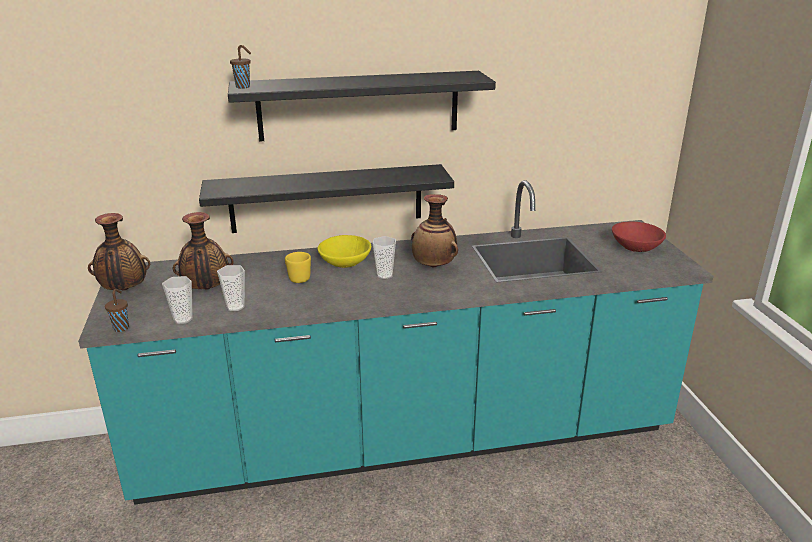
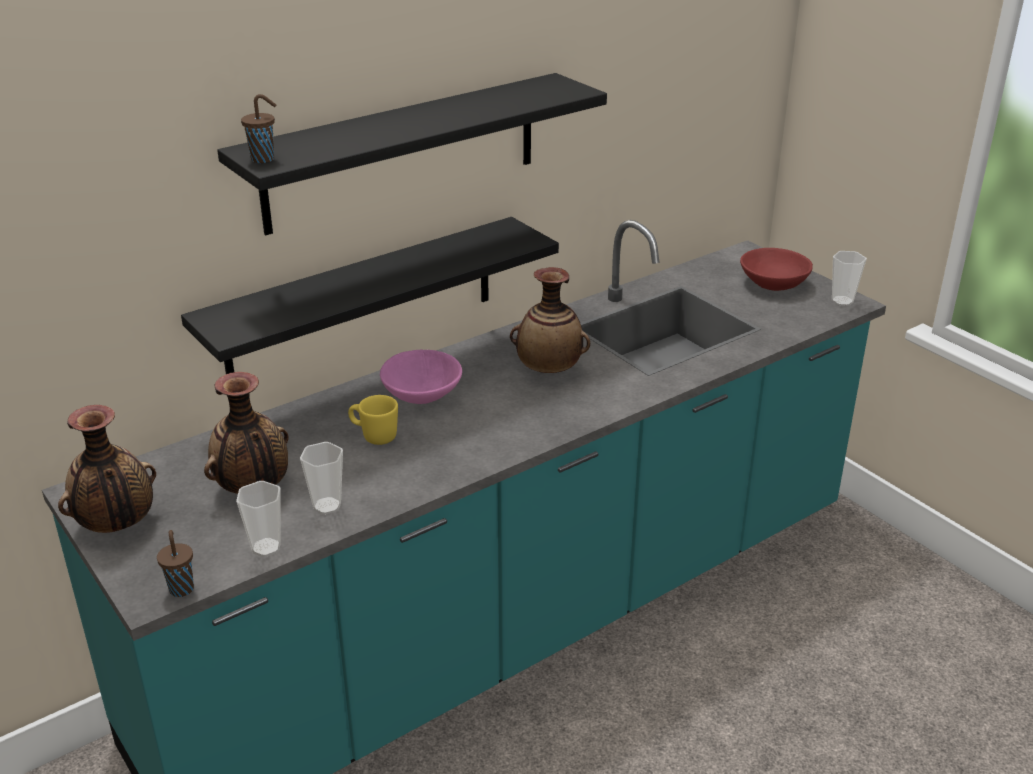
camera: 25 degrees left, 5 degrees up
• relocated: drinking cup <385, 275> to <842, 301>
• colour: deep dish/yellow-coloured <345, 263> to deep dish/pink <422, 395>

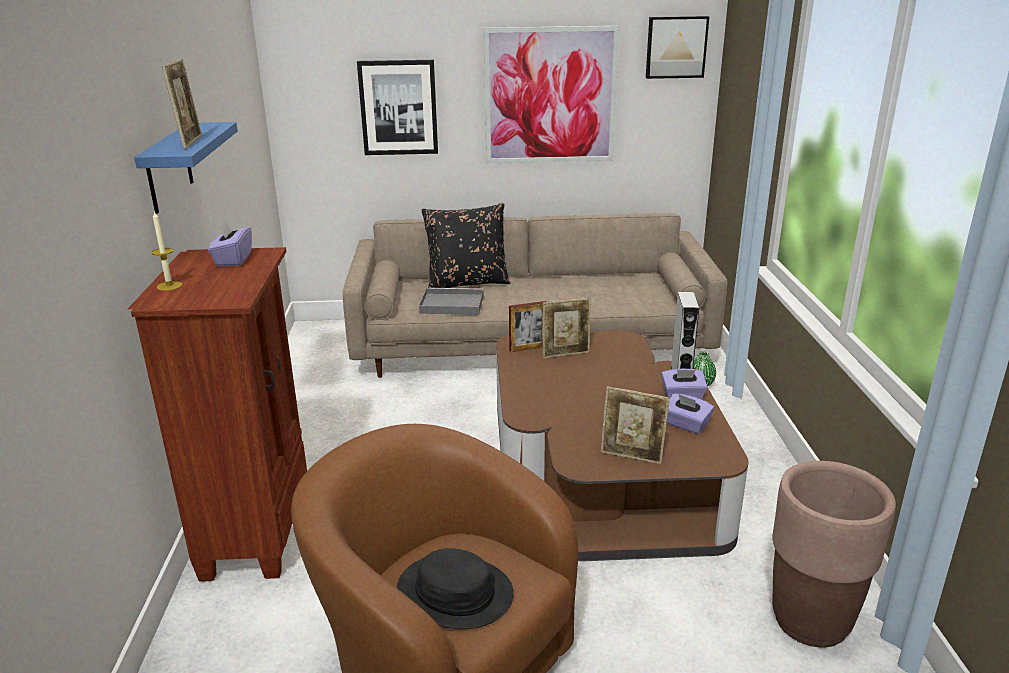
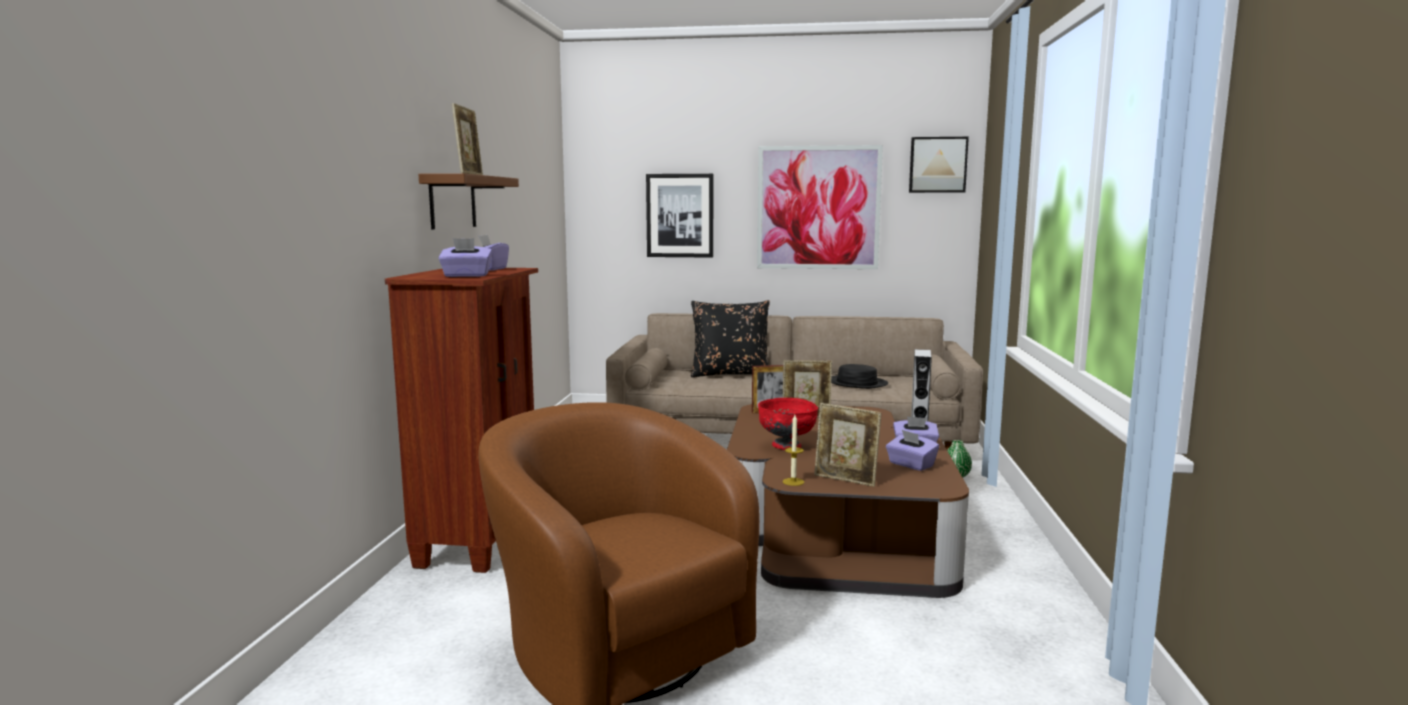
camera: 10 degrees right, 15 degrees down
• missing: tray/grey <450, 304>
• missing: planter/brown-coloured <811, 621>
• appeared: tissue holder/purple <466, 276>
• appeared: deep dish/red-coloured <786, 446>
• relocated: wax light <169, 286> to <793, 482>
• relocated: wearable hat/black <454, 593> to <857, 383>
• colour: bracket shelf/blue-coloured <169, 168> to bracket shelf/brown-coloured <452, 202>

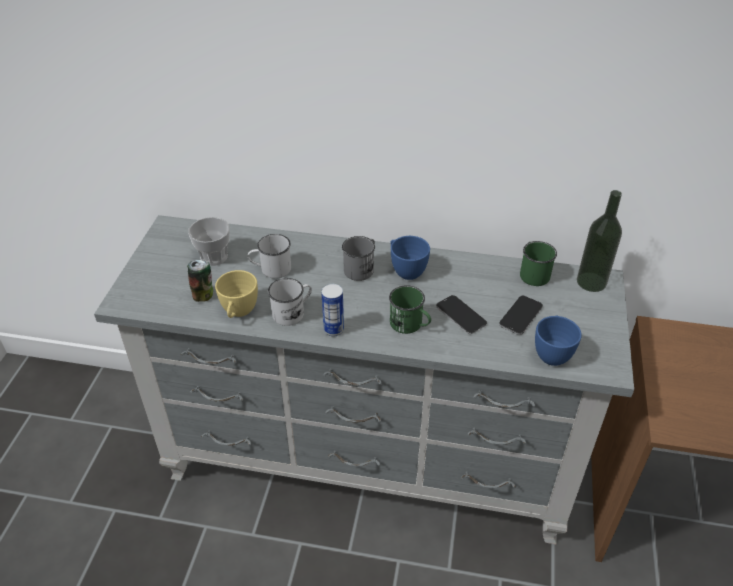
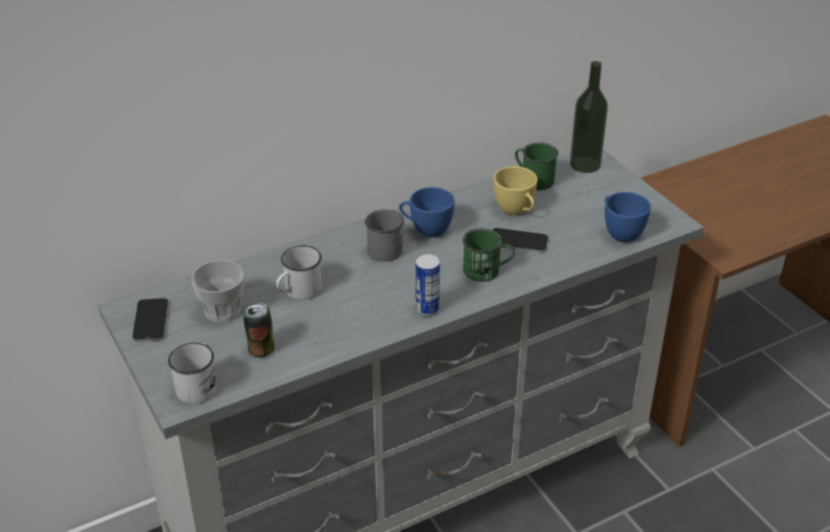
camera: 40 degrees left, 5 degrees down
• relocated: drinking cup/yellow-coloured <238, 312> to <516, 211>
• relocated: tea mug/white <293, 312> to <199, 385>
• relocated: phone <520, 316> to <151, 321>

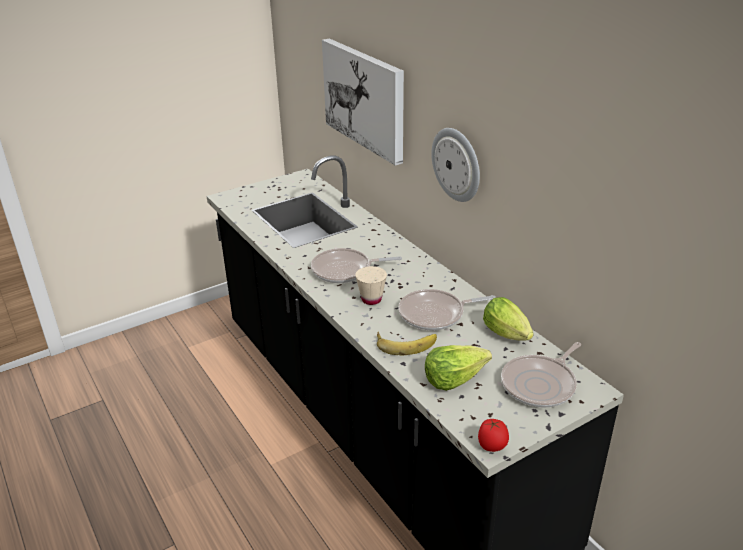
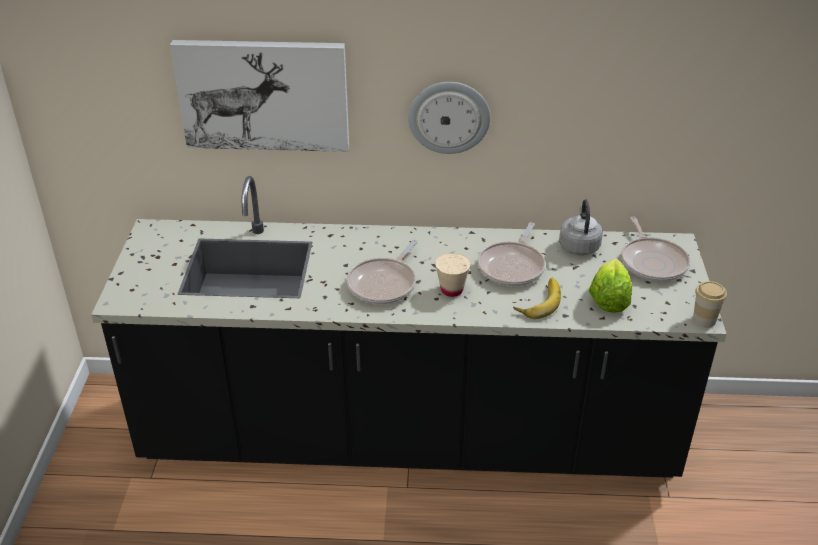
camera: 55 degrees left, 5 degrees up
• exchanged: fresh tomato <492, 446> to drinking cup <704, 320>
• exchanged: lettuce head <508, 335> to tea kettle/grey <579, 245>

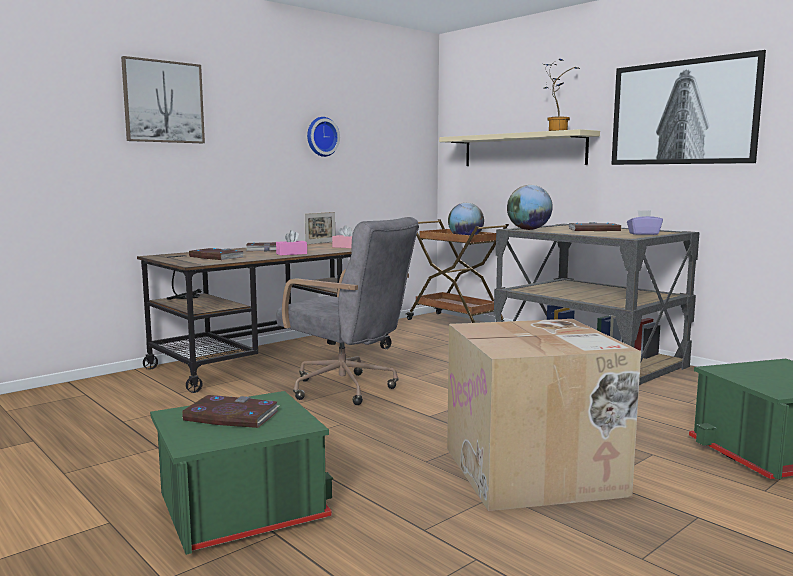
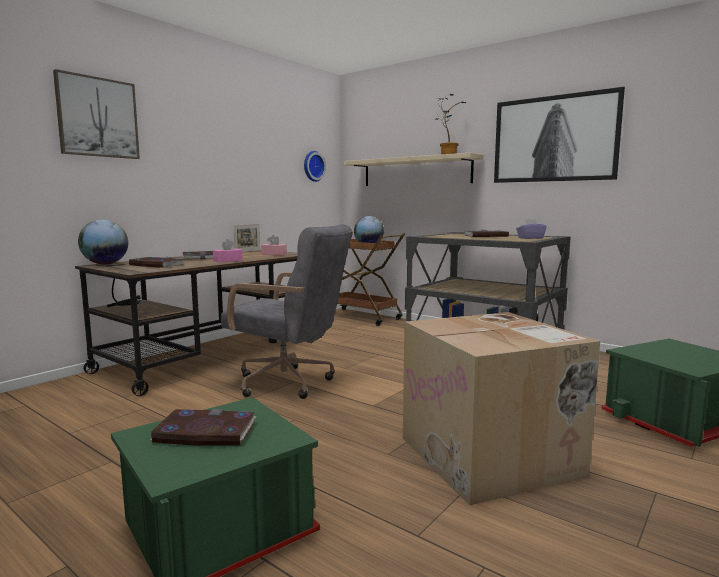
camera: 10 degrees left, 0 degrees up
• relocated: clock on the wall <321, 136> to <312, 166>
• relocated: desk globe <528, 229> to <105, 264>

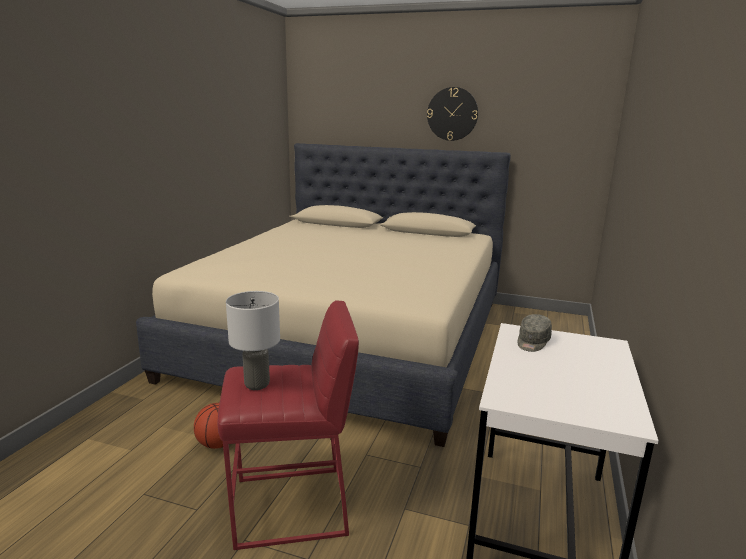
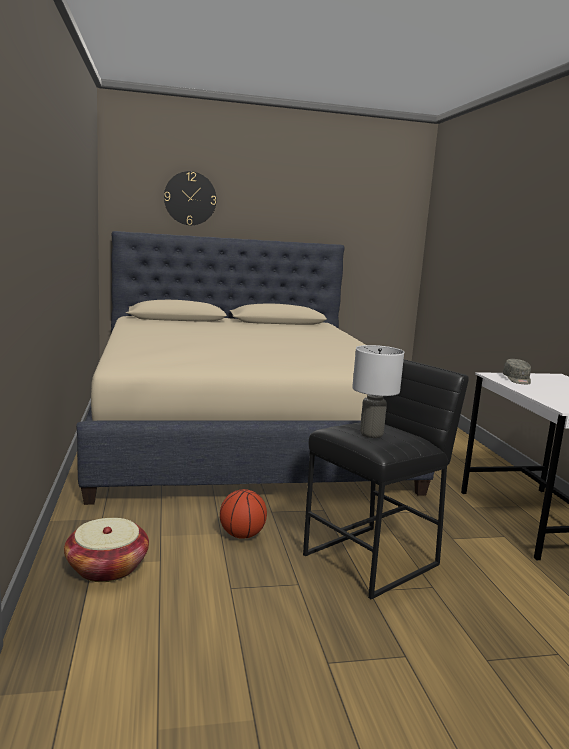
camera: 30 degrees left, 5 degrees down
• appeared: basket <107, 567>
• relocated: clock on the wall <452, 114> to <190, 198>
• colour: stool seat/red-coloured <293, 506> to stool seat/black <372, 559>

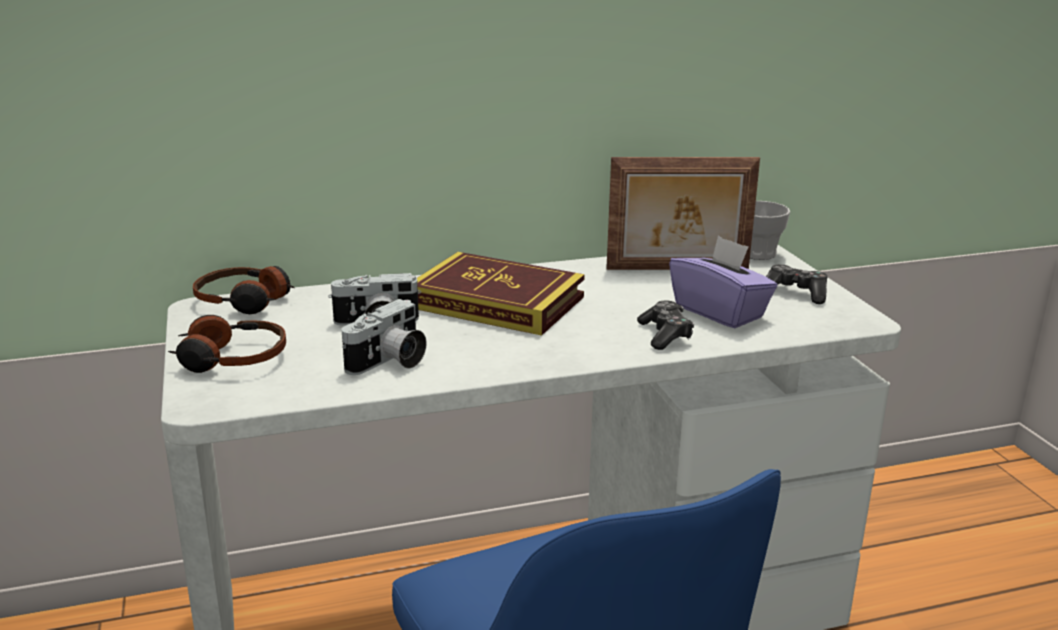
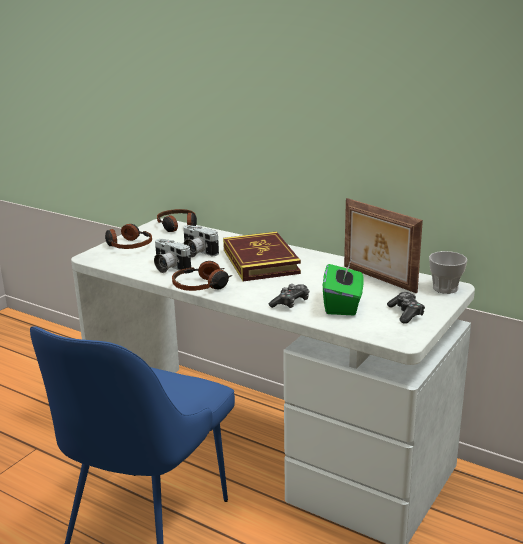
camera: 50 degrees right, 0 degrees up
• appeared: pair of headphones <202, 286>
• colour: tissue holder/purple <720, 312> to tissue holder/green-coloured <342, 305>
• spun: still camera <389, 362> = <168, 267> 45 degrees clockwise

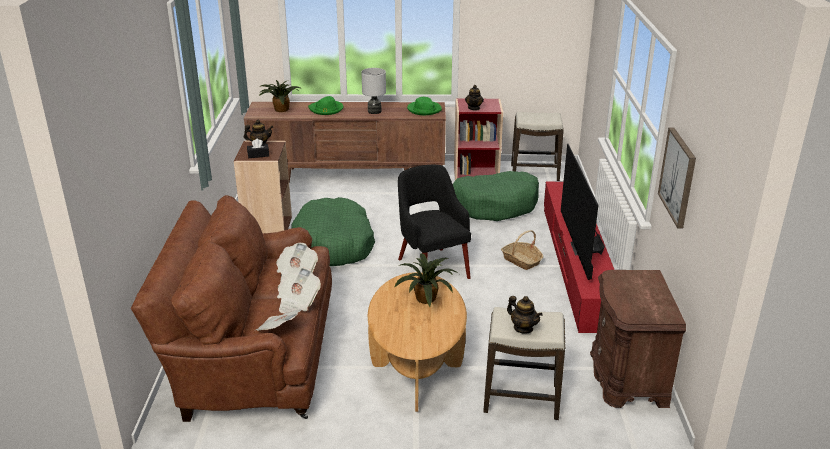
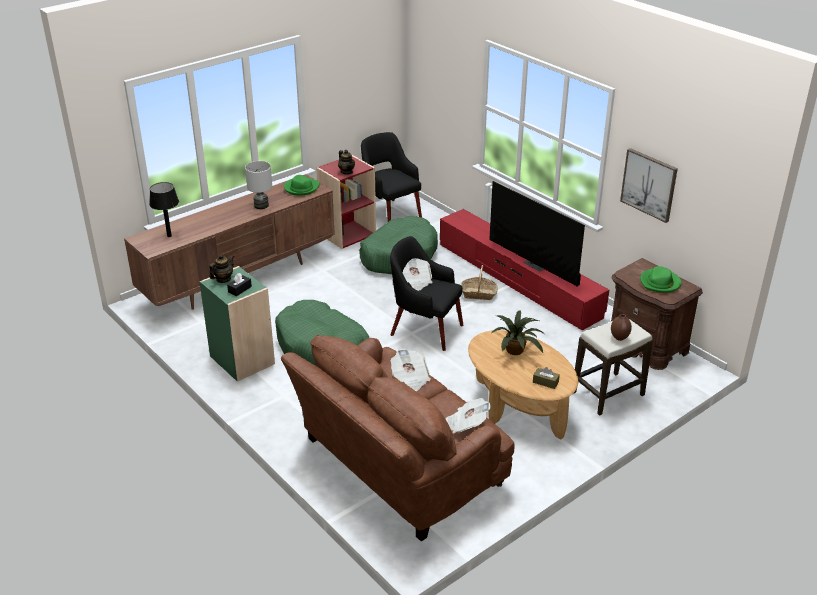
camera: 40 degrees left, 5 degrees up
• appeared: tissue holder/brown-coloured <545, 382>
• relocated: daily paper <297, 302> to <415, 281>
• relocated: wearable hat/green-coloured <326, 109> to <660, 283>
• exchanged: potted plant <280, 109> to tabletop lamp/black <169, 236>
• exchanged: teapot <523, 328> to flower vase/brown-coloured <619, 338>
• exchanged: stool seat <535, 173> to armchair/black <390, 213>
• colour: bookshelf/brown-coloured <267, 228> to bookshelf/green-coloured <241, 360>

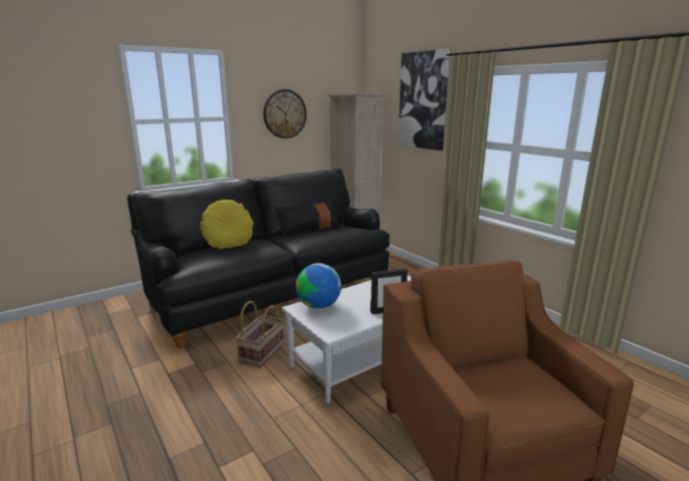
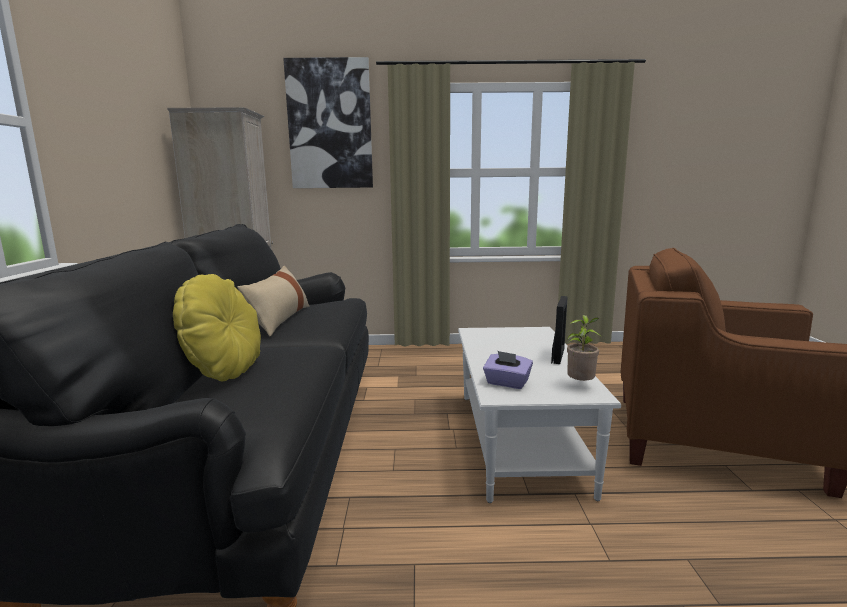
camera: 55 degrees left, 5 degrees down
• missing: basket <261, 352>
• missing: clock on the wall <284, 114>
• appeared: potted plant <580, 385>
• exchanged: desk globe <319, 306> to tissue holder/purple <507, 383>
• colour: cushion/black <309, 230> to cushion/sand-coloured <279, 319>

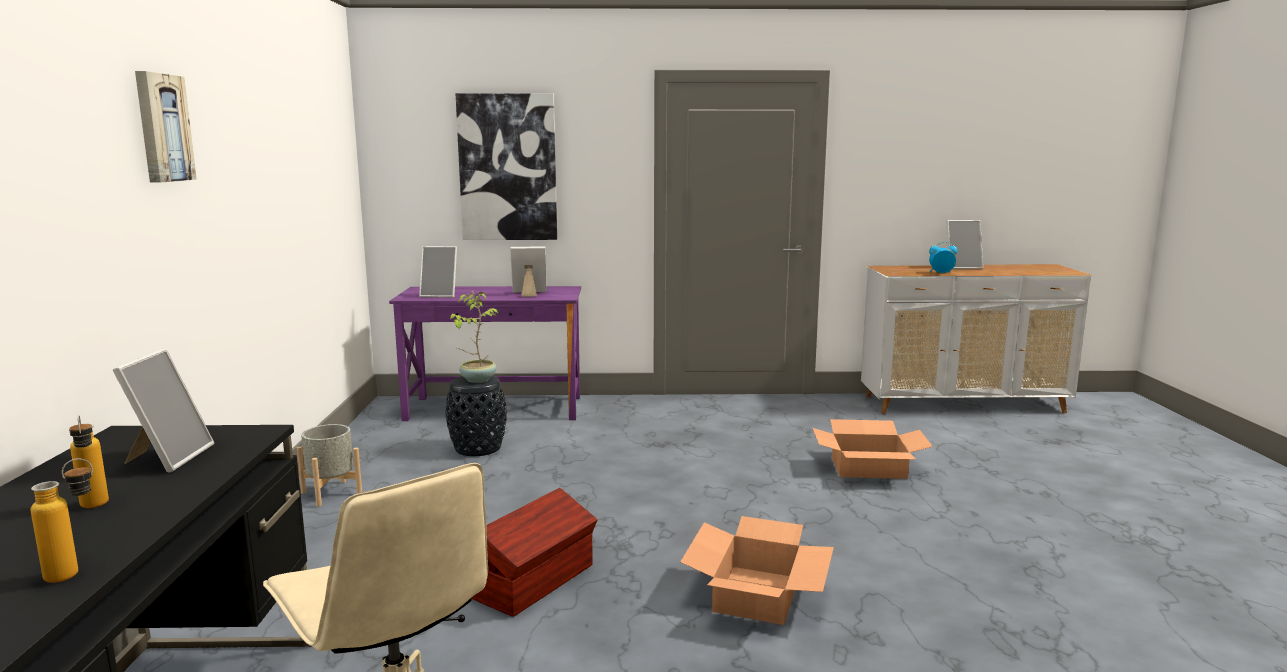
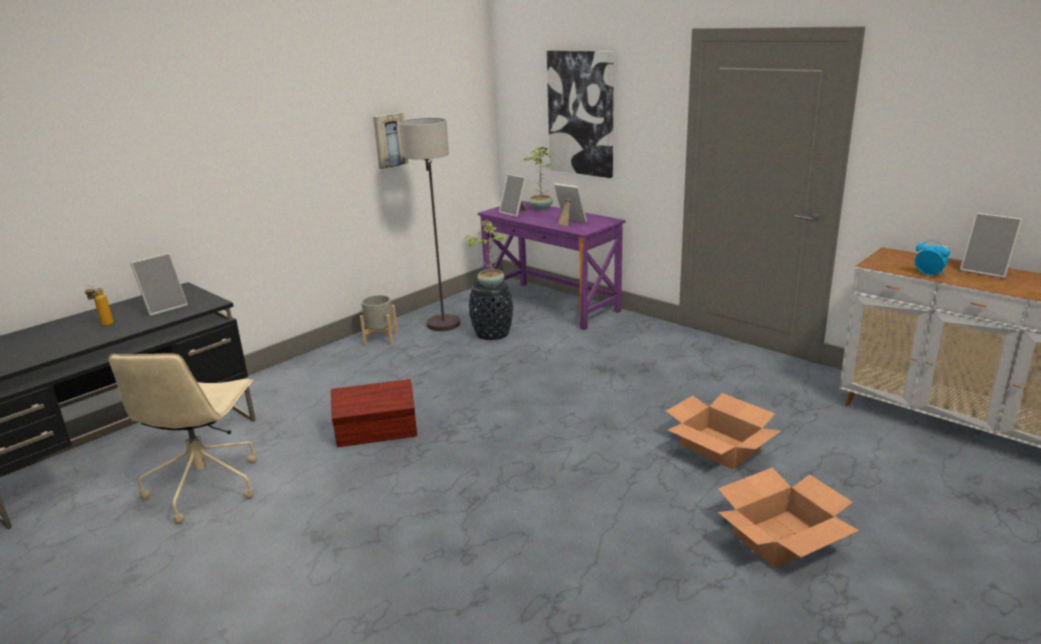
camera: 45 degrees right, 10 degrees up
• missing: drink bottle <76, 573>
• appeared: standard lamp/grey <442, 328>
• appeared: potted plant <540, 208>
• relocated: picture <162, 128> to <389, 140>
• relocated: carton <757, 594> to <781, 538>

